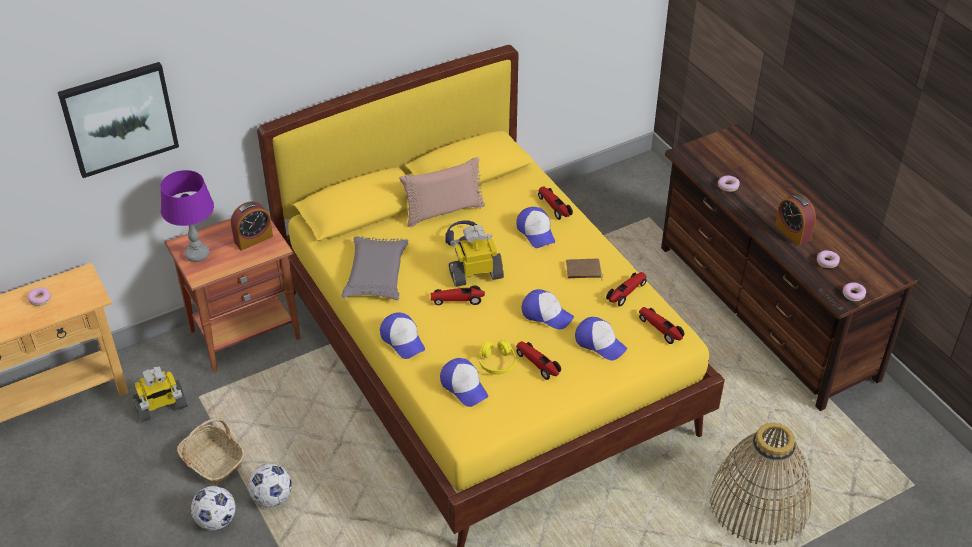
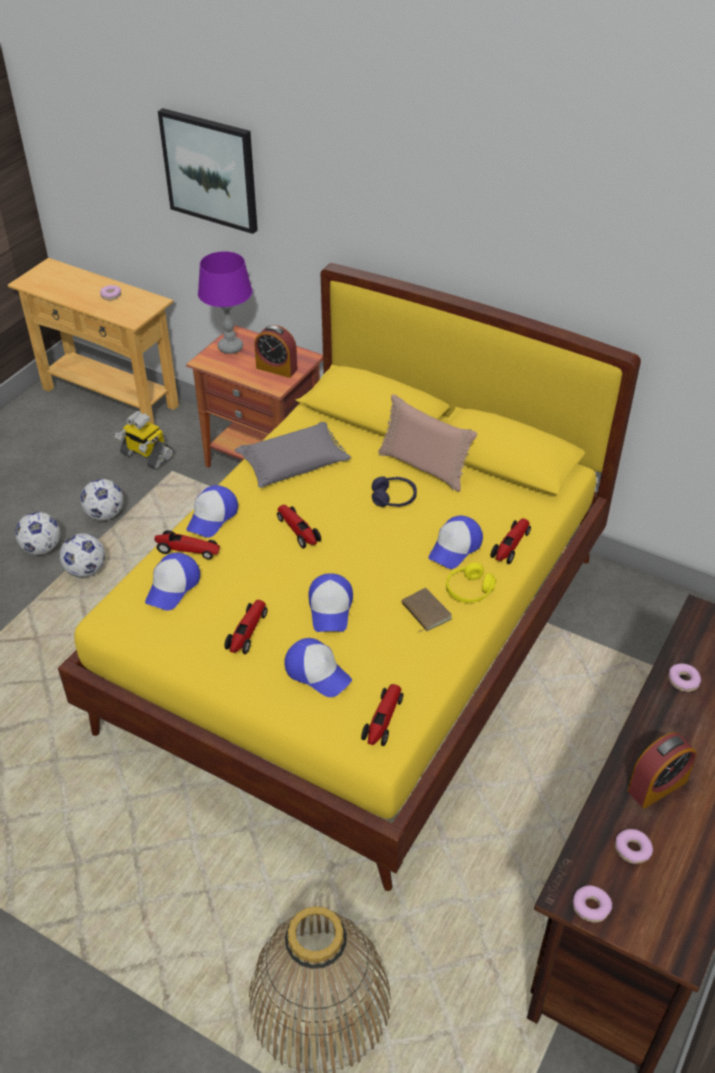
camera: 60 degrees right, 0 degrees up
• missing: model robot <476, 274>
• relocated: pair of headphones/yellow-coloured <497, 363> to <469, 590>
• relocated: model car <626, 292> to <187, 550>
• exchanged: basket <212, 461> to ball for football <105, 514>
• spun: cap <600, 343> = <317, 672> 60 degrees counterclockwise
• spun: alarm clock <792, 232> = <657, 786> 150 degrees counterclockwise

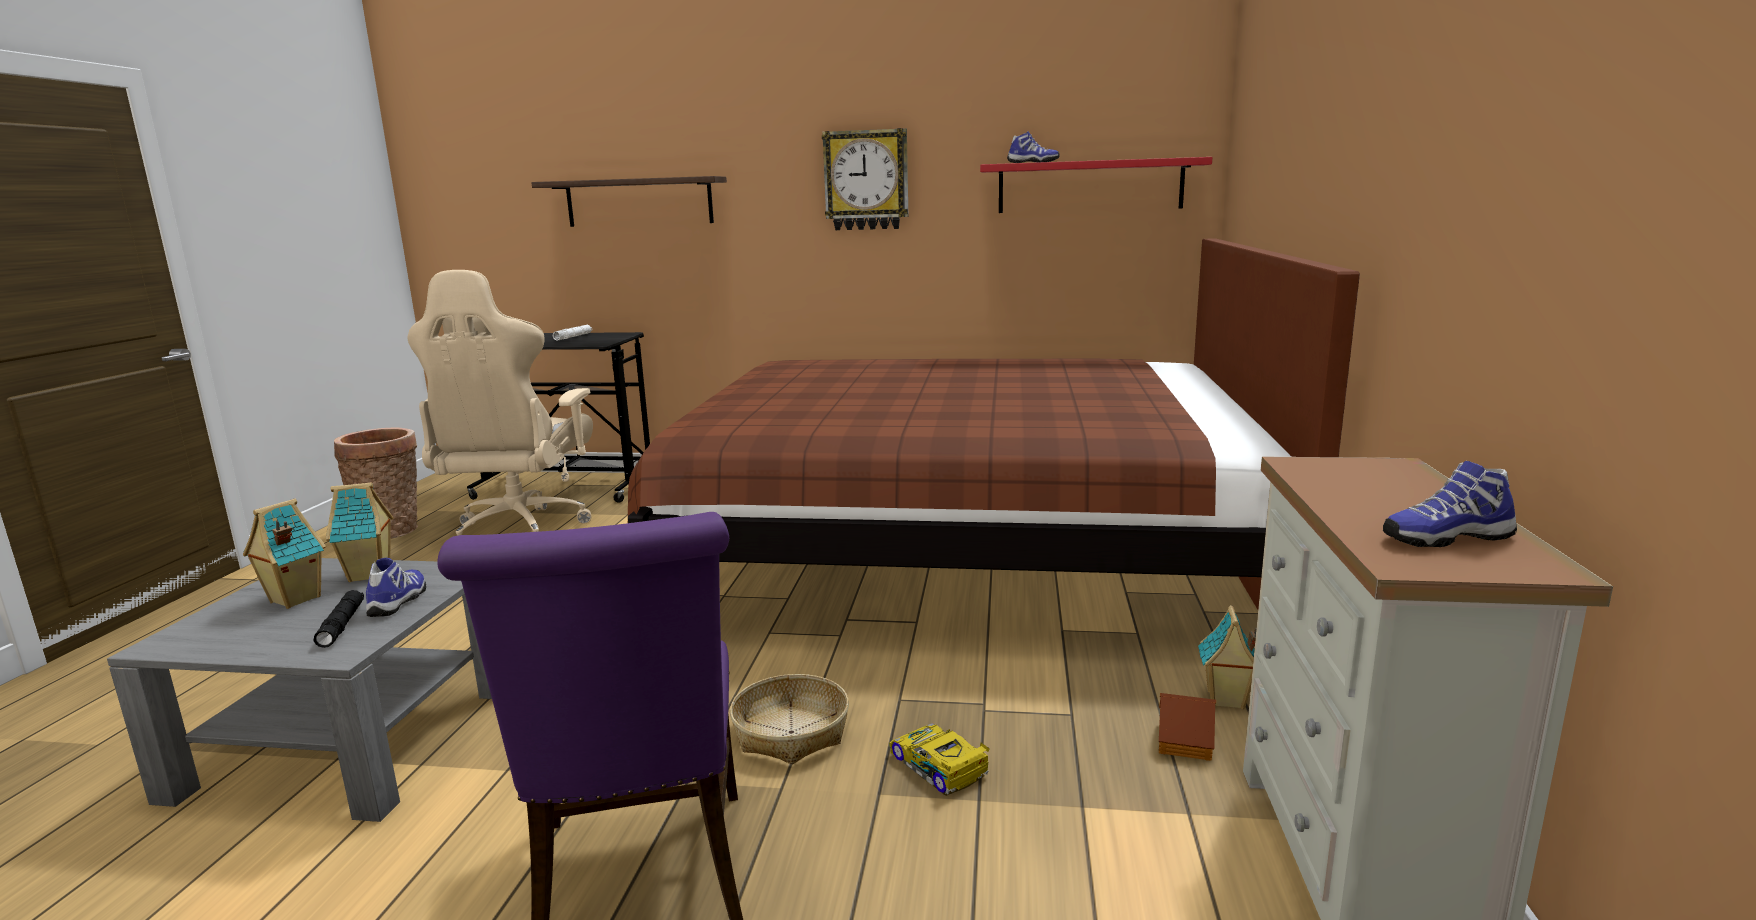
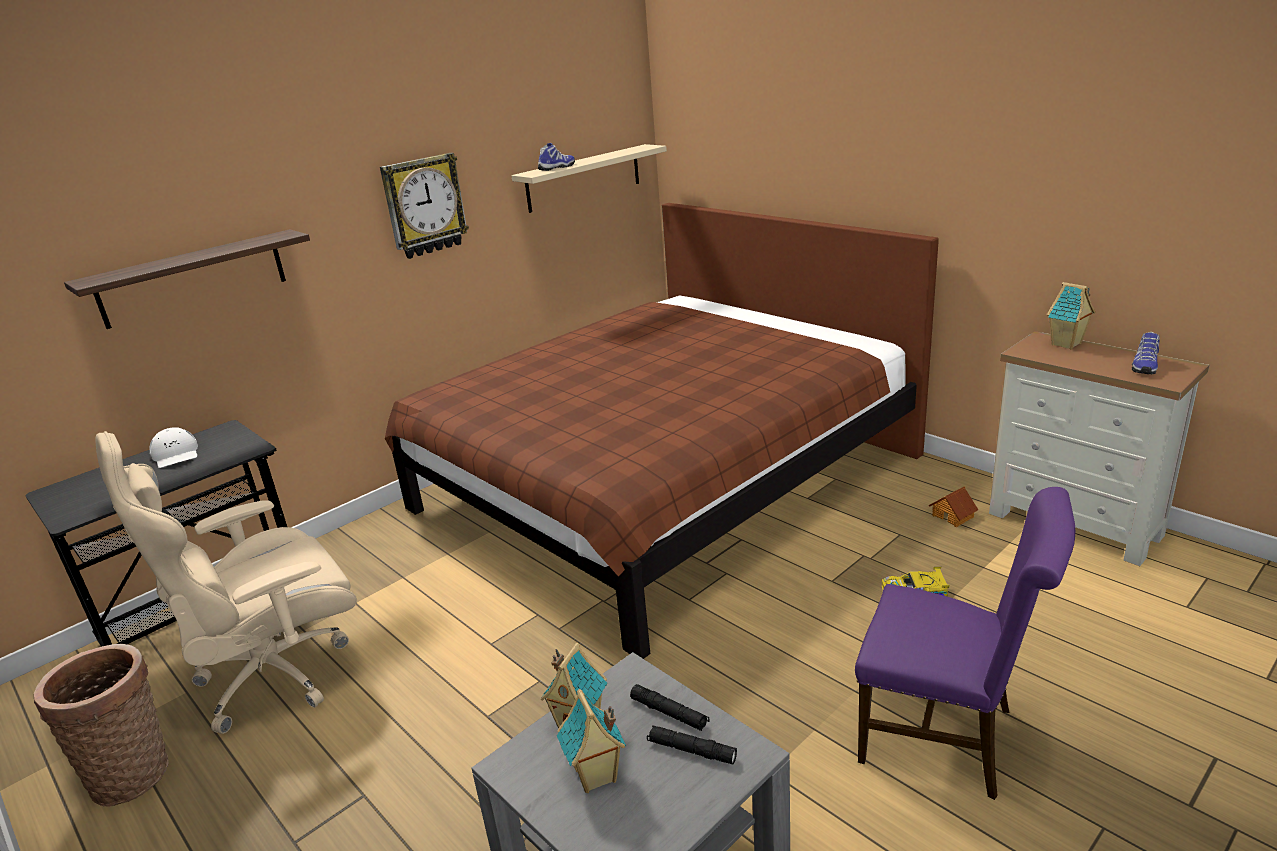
camera: 50 degrees left, 10 degrees up
• missing: basket <791, 732>
• relocated: miniature house <1225, 700> to <1067, 344>
• exchanged: low shoe <400, 601> to hand torch/black <669, 713>
• exchanged: hand torch/white <573, 337> to cap/white <176, 455>
• colour: bracket shelf/red-coloured <1090, 186> to bracket shelf/sand-coloured <584, 178>
• spun: computer chair/sand-coloured <522, 527> = <283, 672> 105 degrees clockwise

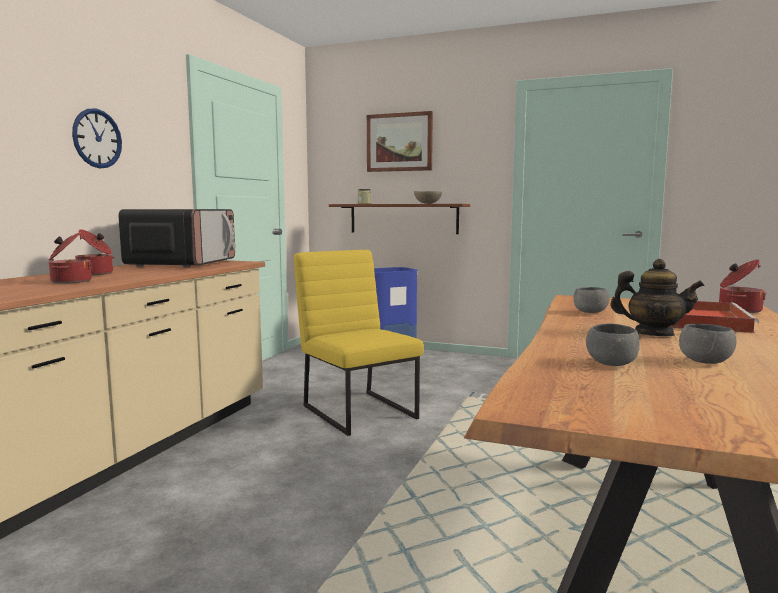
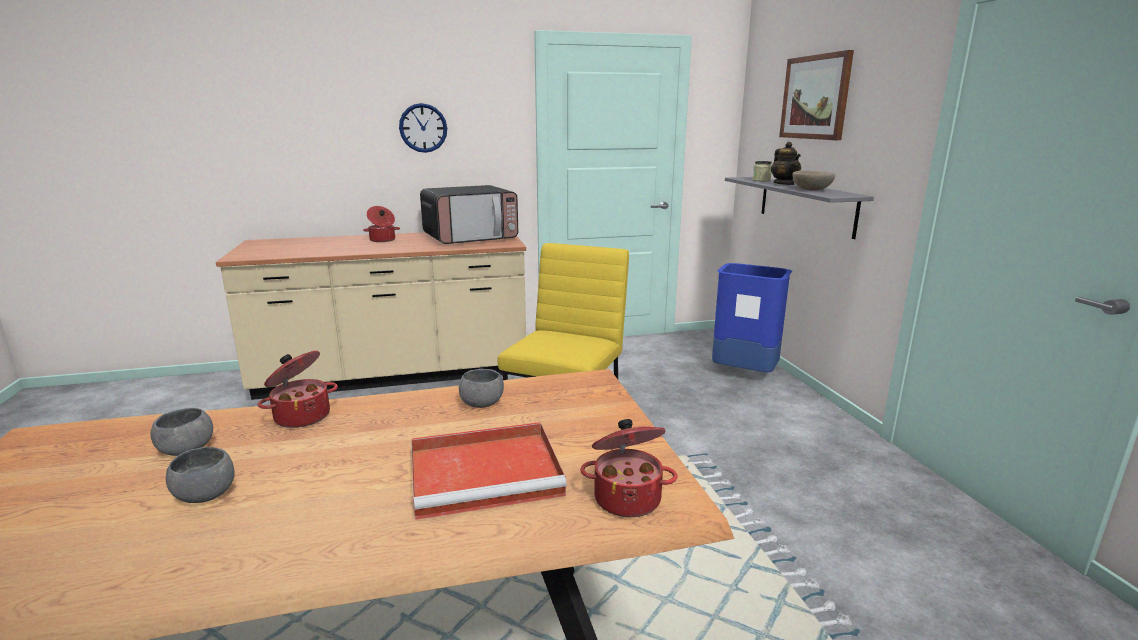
camera: 55 degrees right, 10 degrees up
• relocated: stockpot <70, 281> to <302, 416>
• relocated: teapot <653, 334> to <784, 184>
• colour: bracket shelf/brown-coloured <403, 218> to bracket shelf/grey <805, 205>

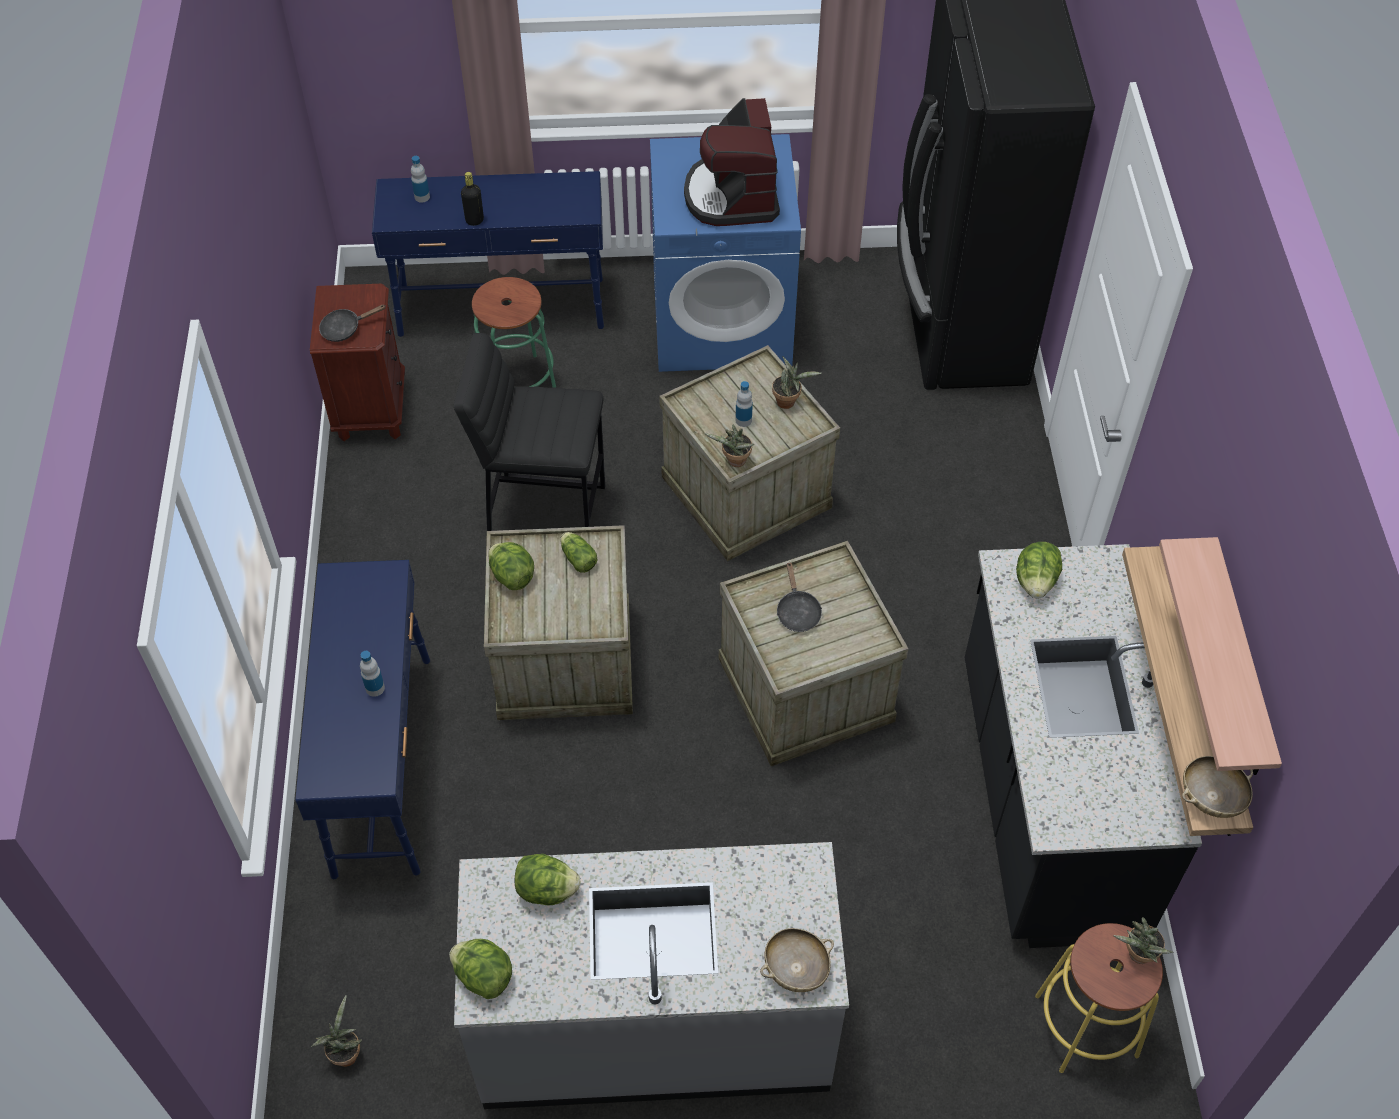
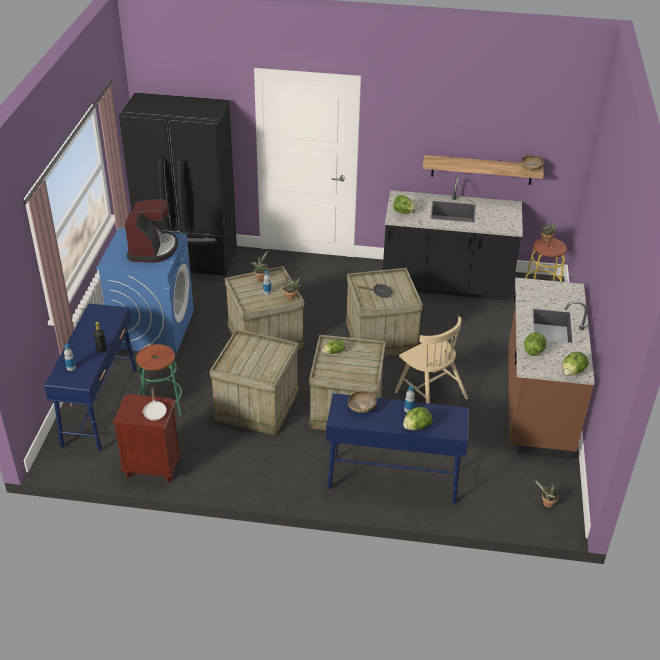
camera: 80 degrees left, 15 degrees down
• missing: bracket shelf <1239, 664>
• appeared: chair/sand-coloured <428, 393>
• relocated: lettuce head <511, 575> to <416, 427>
• relocated: deep dish/sand-coloured <796, 968> to <361, 408>
• exchanged: stool seat/black <544, 515> to crate <255, 406>
• colour: skillet/black <345, 328> to skillet/white <154, 411>
• colour: kitchen counter/grey <654, 1025> to kitchen counter/brown-coloured <536, 403>
• spun: coffee brewer <732, 195> = <152, 249> 90 degrees counterclockwise

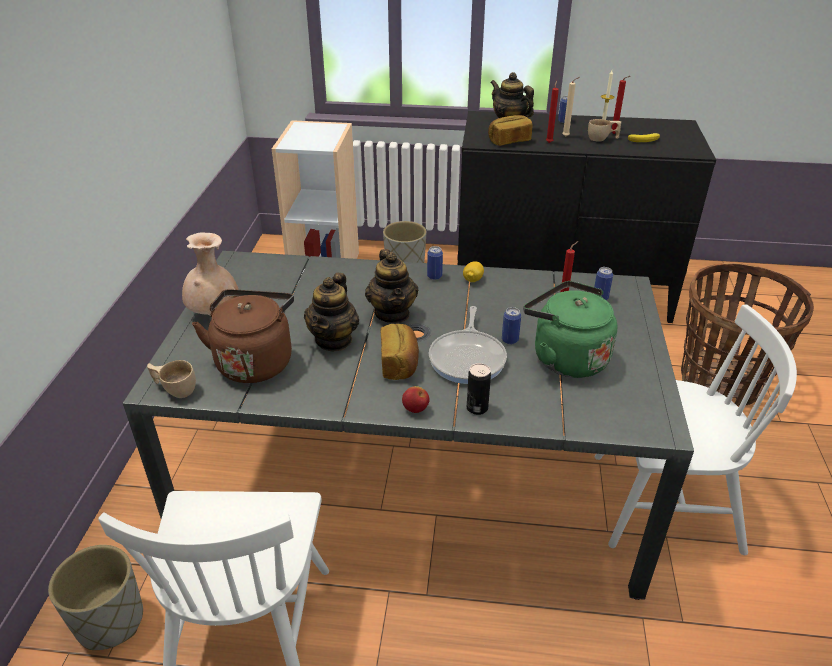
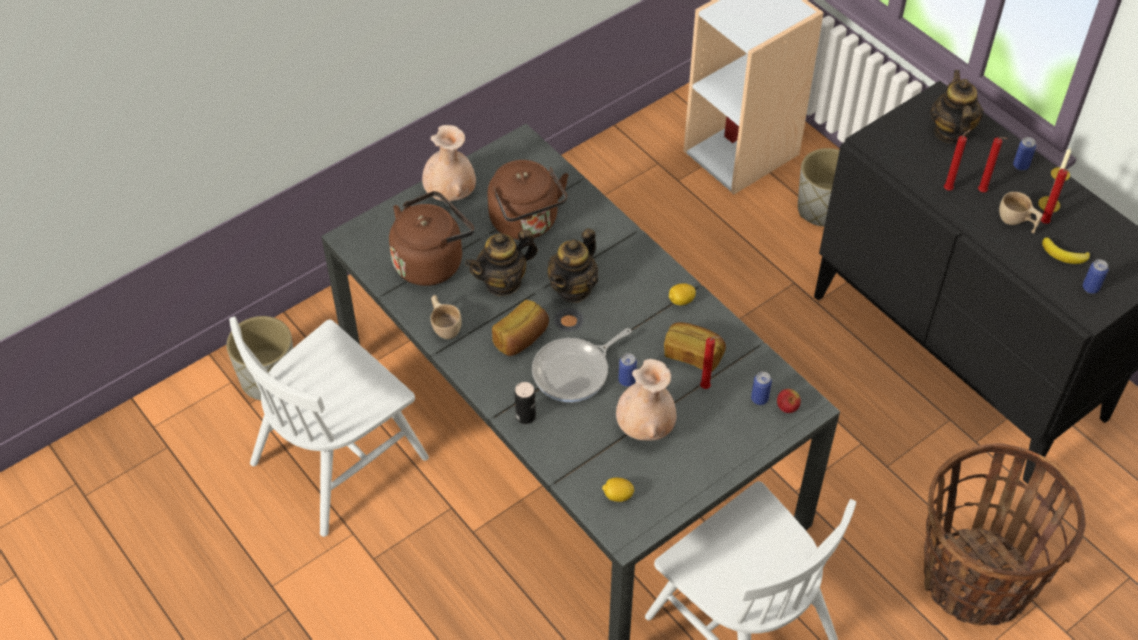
camera: 45 degrees right, 15 degrees up
• appeared: tea kettle/brown-coloured <526, 223>
• appeared: lemon <618, 495>
• relocated: drinking cup/sand-coloured <175, 389> to <445, 326>
• relocated: apple fruit <415, 409> to <787, 408>
• relocated: sealed can <434, 276> to <1090, 288>
• relocated: bakery bread <509, 141> to <693, 354>
• exchanged: tea kettle/green-coloured <565, 357> to flower vase/sand-coloured <645, 428>
• colour: wax light/sand-coloured <566, 136> to wax light/red-coloured <983, 192>

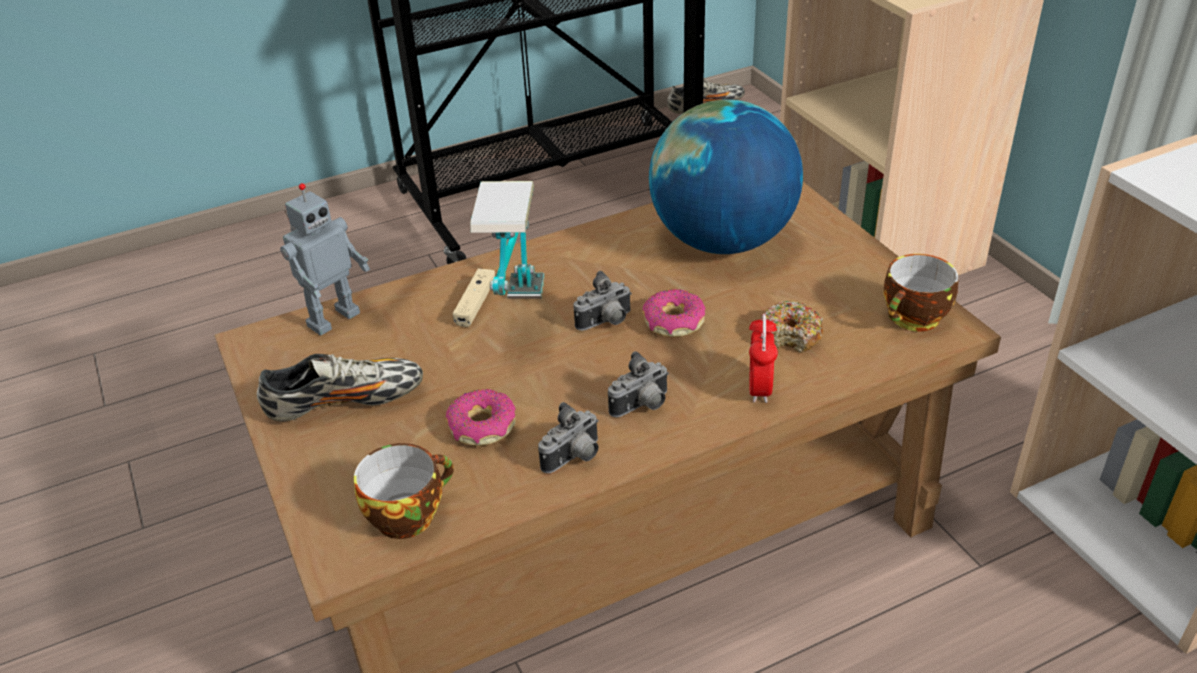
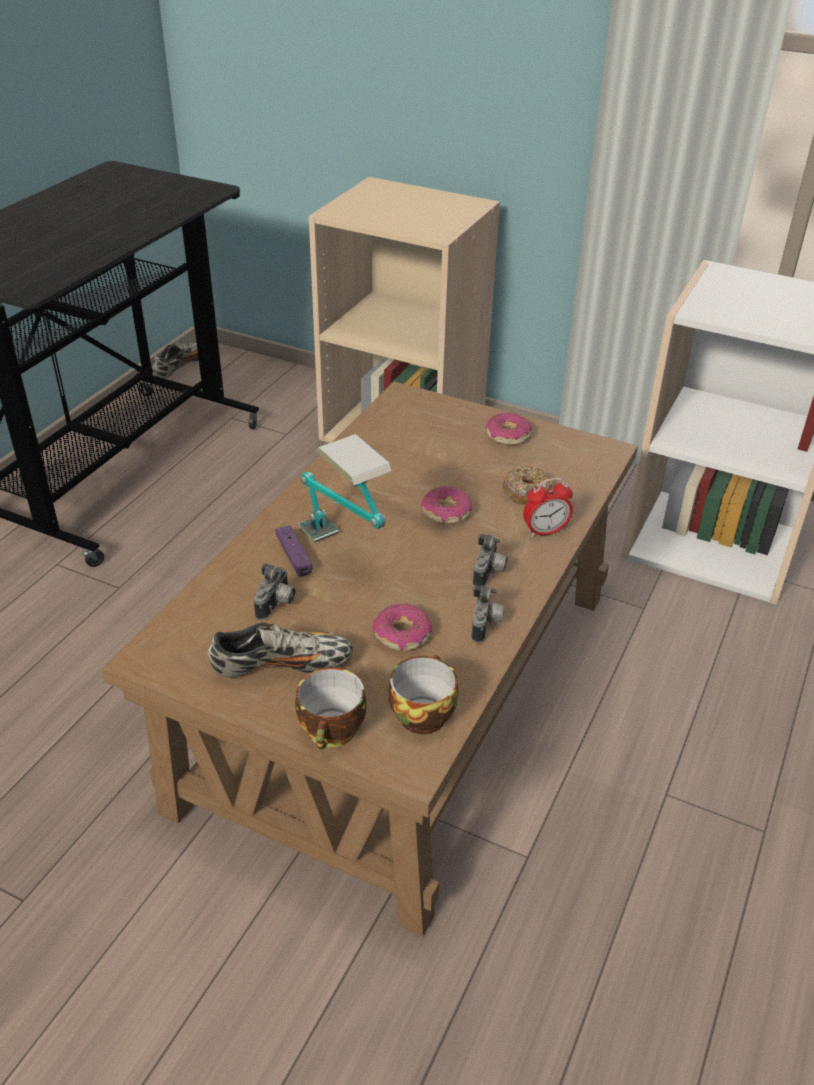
camera: 40 degrees left, 0 degrees up
• missing: model robot <332, 318>
• missing: desk globe <722, 241>
• appeared: ring doughnut <507, 436>
• relocated: still camera <606, 323> to <277, 605>
• relocated: drinking cup <914, 319> to <333, 732>
• colour: joypad/sand-coloured <475, 304> to joypad/purple <294, 556>
• spun: low shoe <345, 403> = <282, 666> 45 degrees clockwise
• spun: alarm clock <759, 388> = <545, 531> 75 degrees counterclockwise

